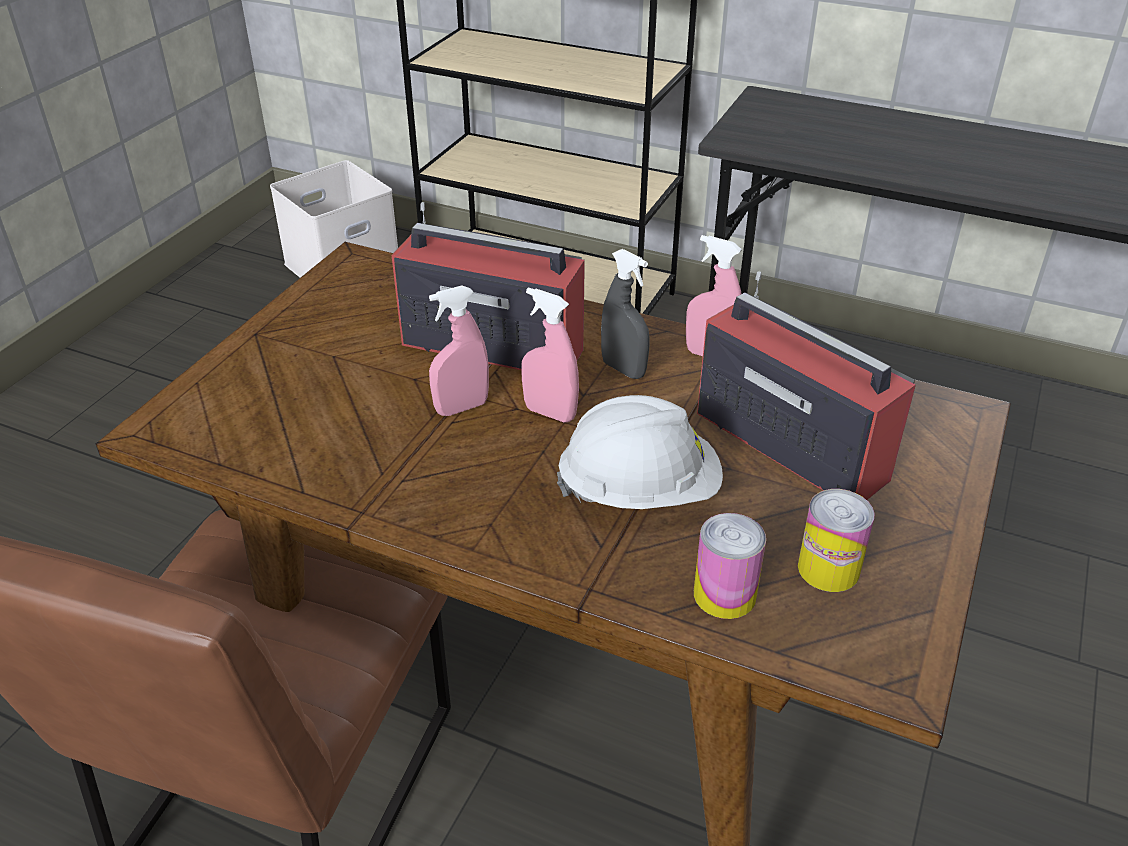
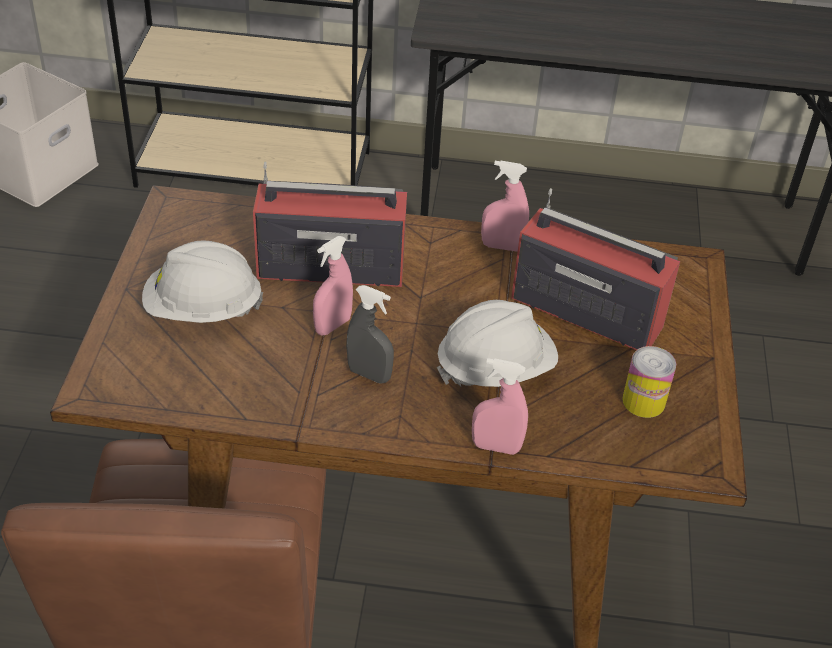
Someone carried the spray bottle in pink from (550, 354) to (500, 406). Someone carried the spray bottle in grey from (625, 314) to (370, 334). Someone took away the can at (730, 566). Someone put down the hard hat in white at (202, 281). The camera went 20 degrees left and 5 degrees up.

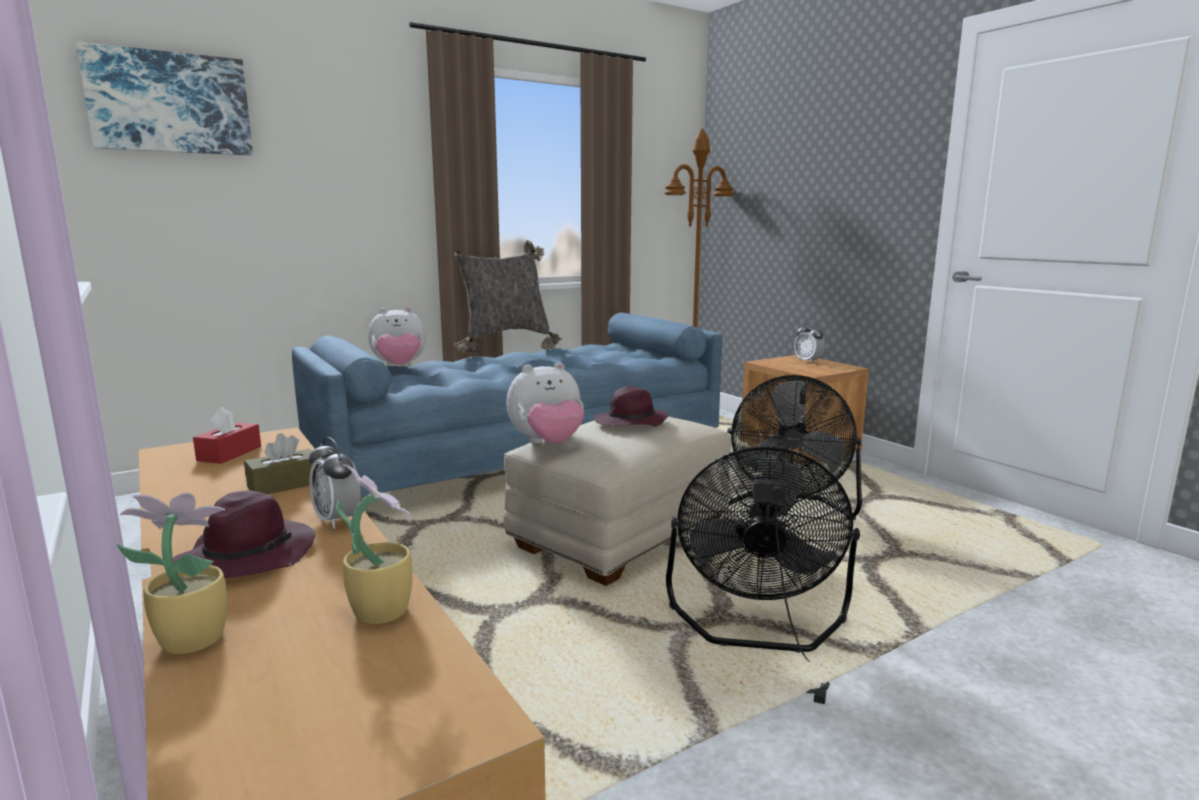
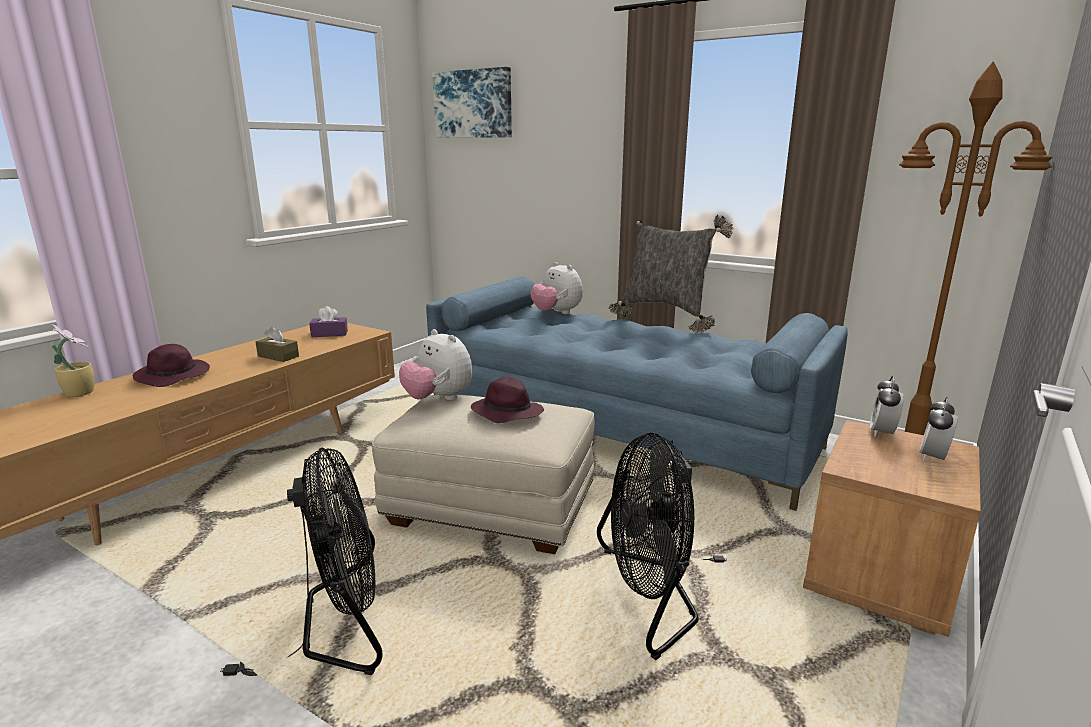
Someone repainted the tissue box in red at (227, 435), which became the tissue box in purple at (328, 321). Someone carried the alarm clock from (335, 483) to (887, 406). Someone took away the potted plant at (375, 544). The camera went 65 degrees right and 5 degrees up.

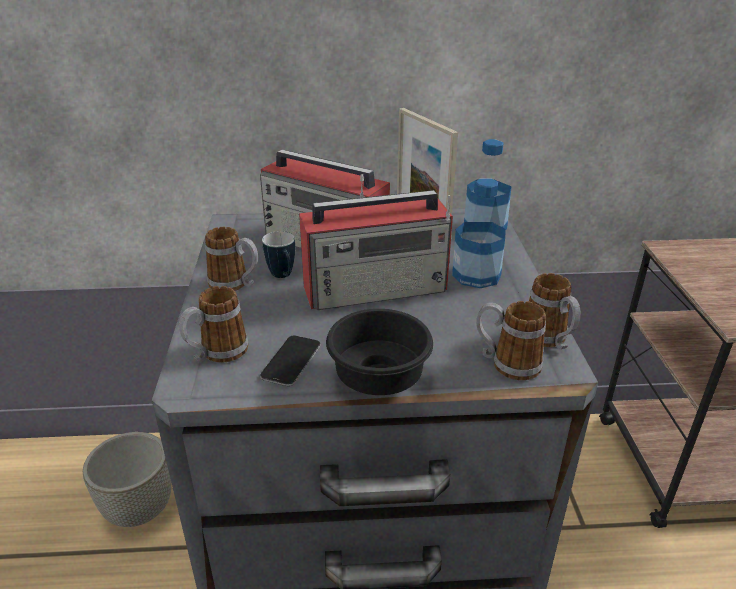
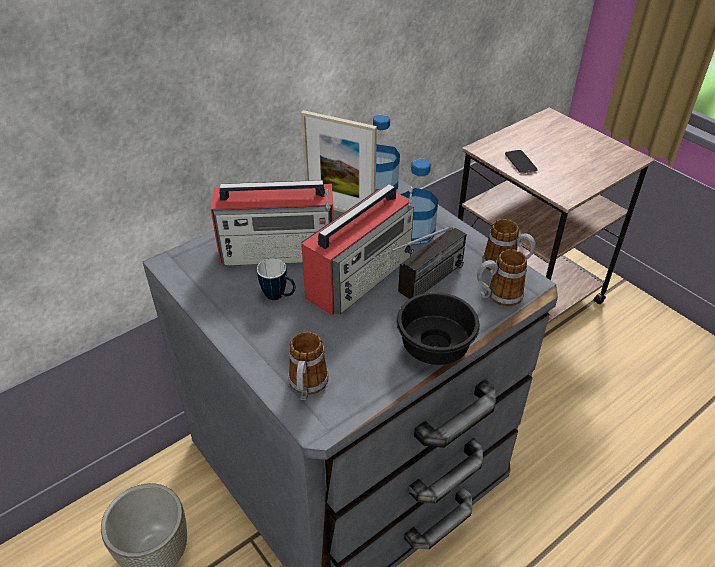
Someone took away the mug at (231, 259). Someone carried the phone from (290, 361) to (521, 162). Someone put down the radio at (418, 262). The camera went 35 degrees left and 10 degrees up.

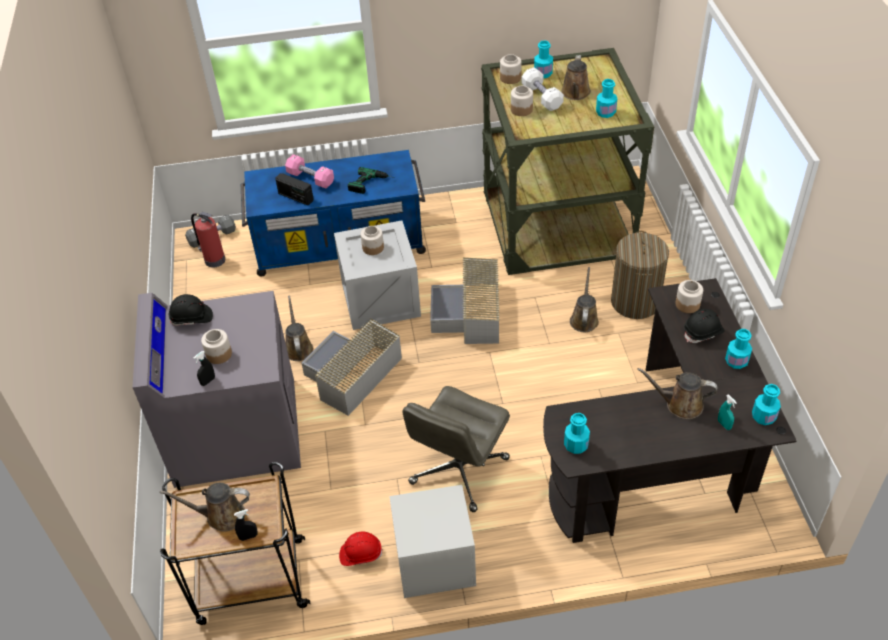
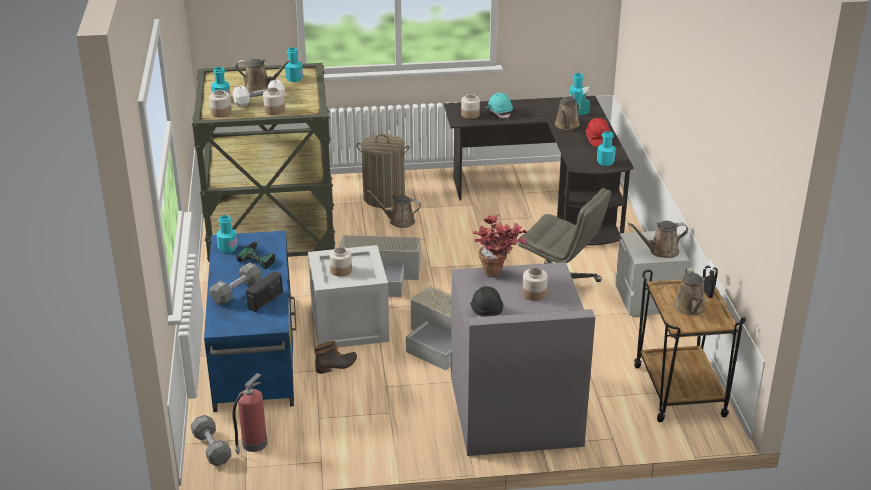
Someone took away the spray bottle in black at (204, 368). Someone repainted the dumbbell in pink at (309, 171), which became the dumbbell in grey at (236, 283). Someone carried the watering can in brown from (299, 328) to (658, 239). Someone carried the hard hat in red from (361, 549) to (597, 132). Someone repainted the hard hat in black at (704, 326), which became the hard hat in turquoise at (499, 105). Someone carried the bottle in turquoise from (738, 349) to (227, 234). Someone put down the boot at (335, 357). Someone put down the potted plant at (500, 246). The camera went 90 degrees left and 15 degrees down.

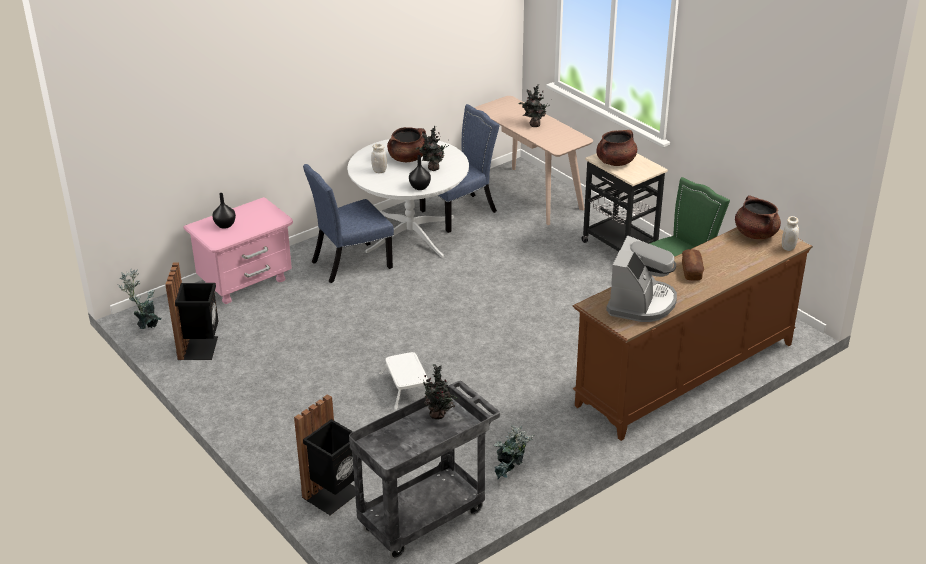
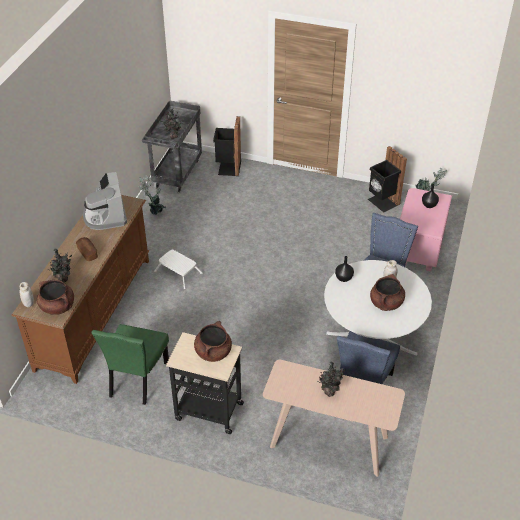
Someone carried the step ladder in white from (403, 381) to (178, 269). Someone carried the potted plant from (432, 148) to (59, 265). The camera went 145 degrees right and 10 degrees up.

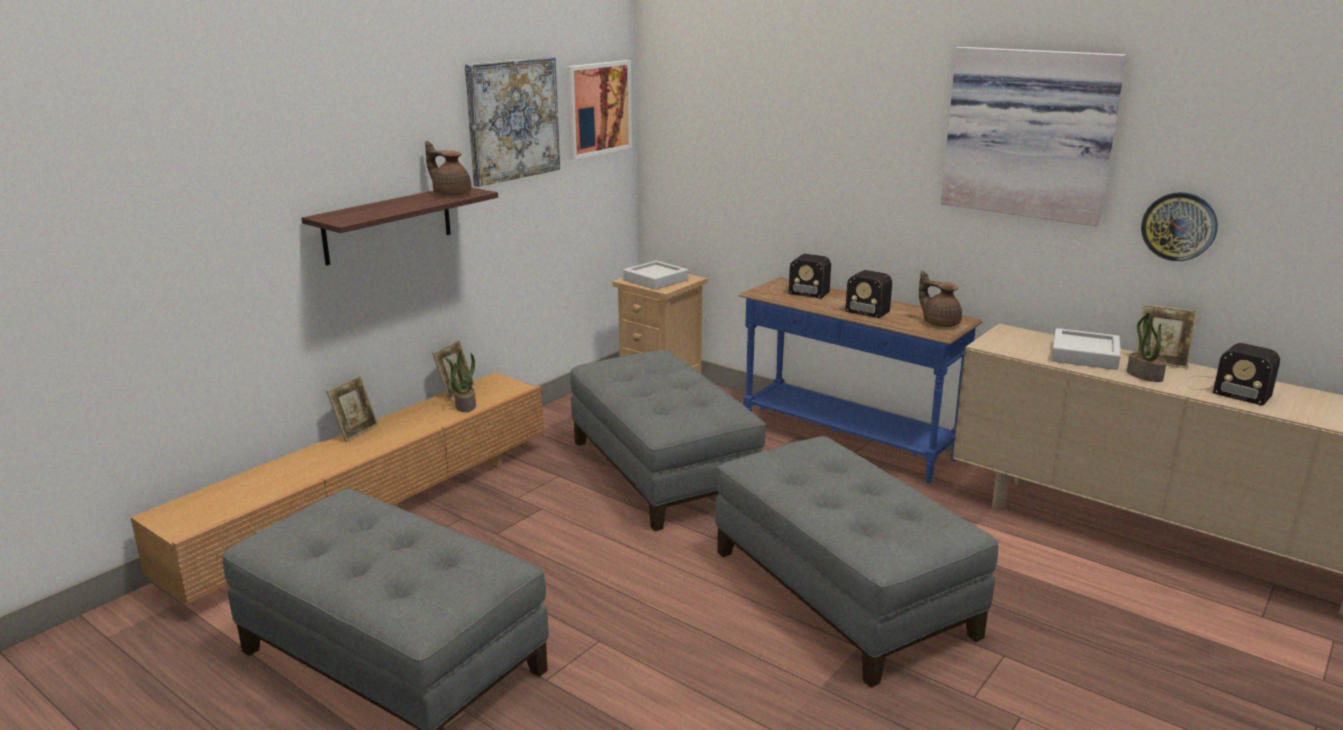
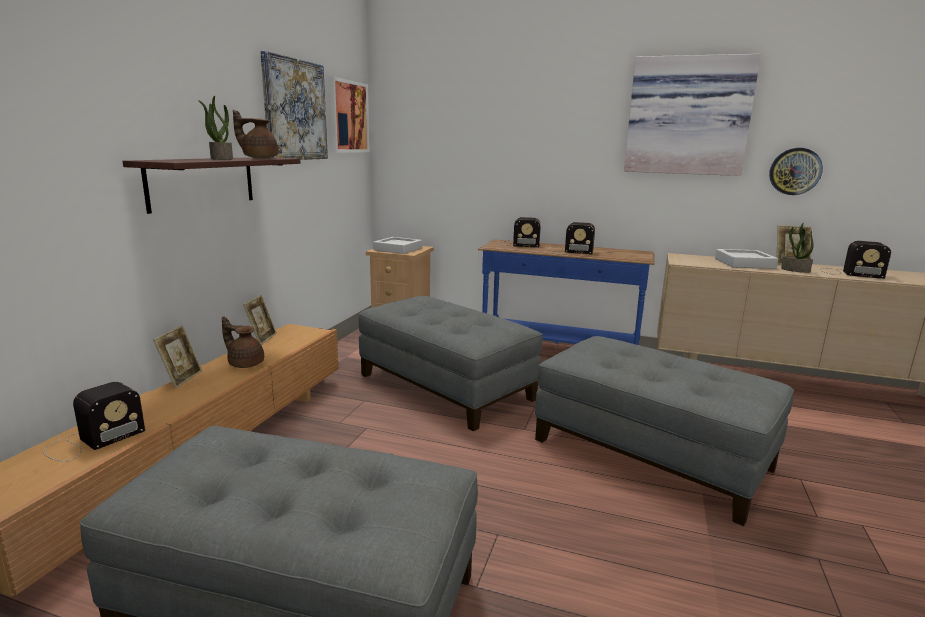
Someone carried the potted plant from (460, 381) to (215, 128). Someone carried the teapot in brown from (940, 298) to (243, 342). Someone put down the radio at (94, 422). The camera went 20 degrees left and 5 degrees down.

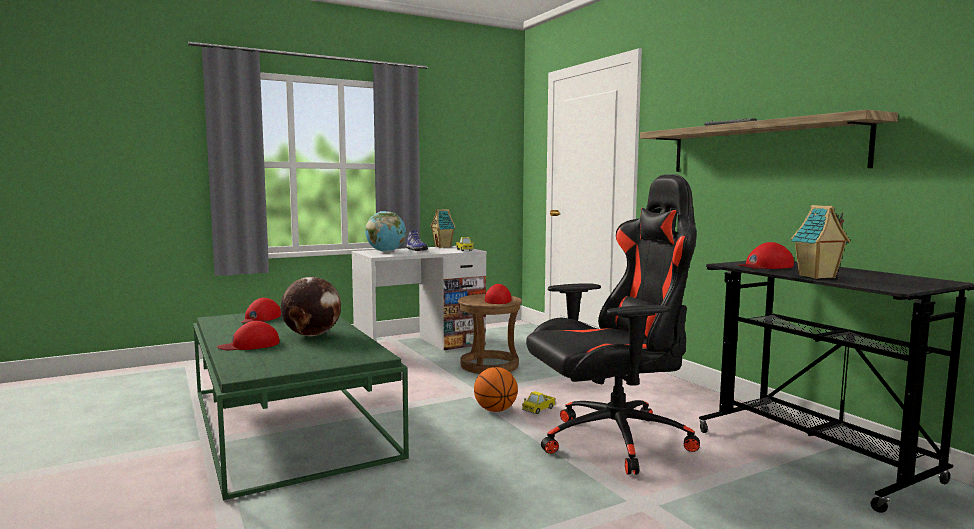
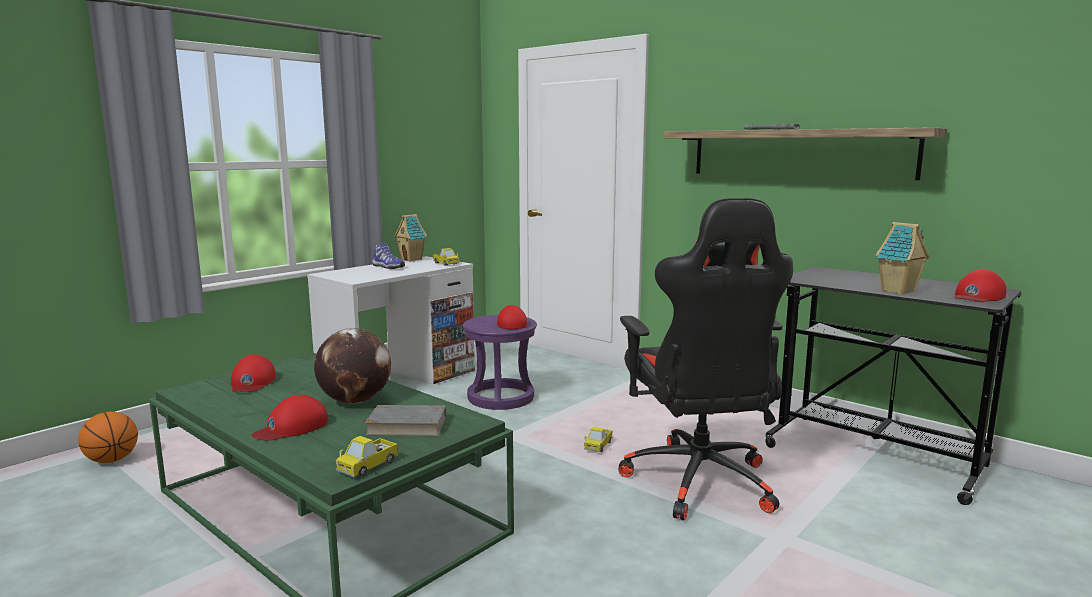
Someone took away the globe at (385, 231). Someone repainted the stool in brown at (490, 334), which became the stool in purple at (500, 362). Someone carried the basketball from (496, 389) to (108, 437). Someone rotated the office chair in black at (613, 324) by 120 degrees clockwise. Someone carried the cap in red from (766, 255) to (980, 285). Someone put down the toy truck at (367, 456). Someone put down the book in grey at (404, 420). The camera went 20 degrees left and 5 degrees up.

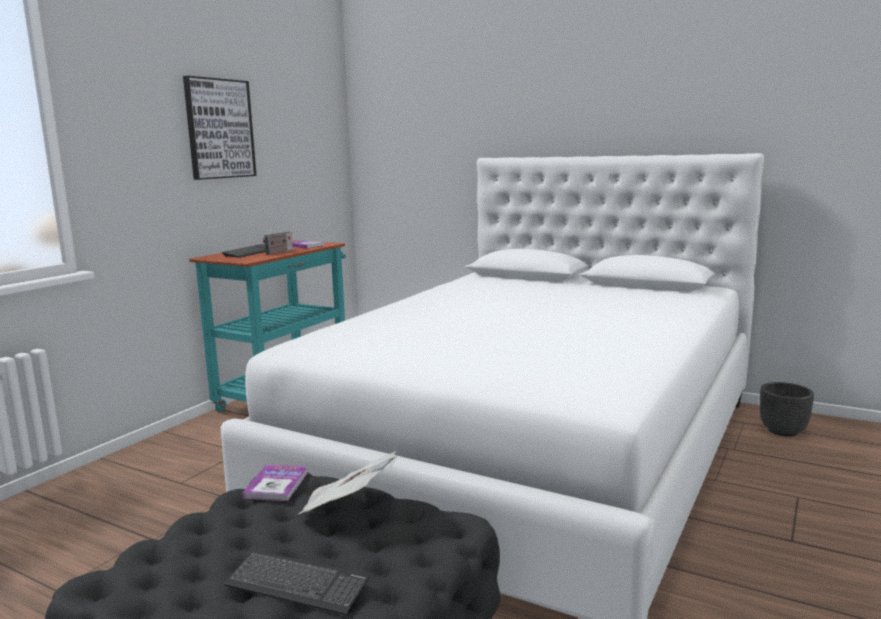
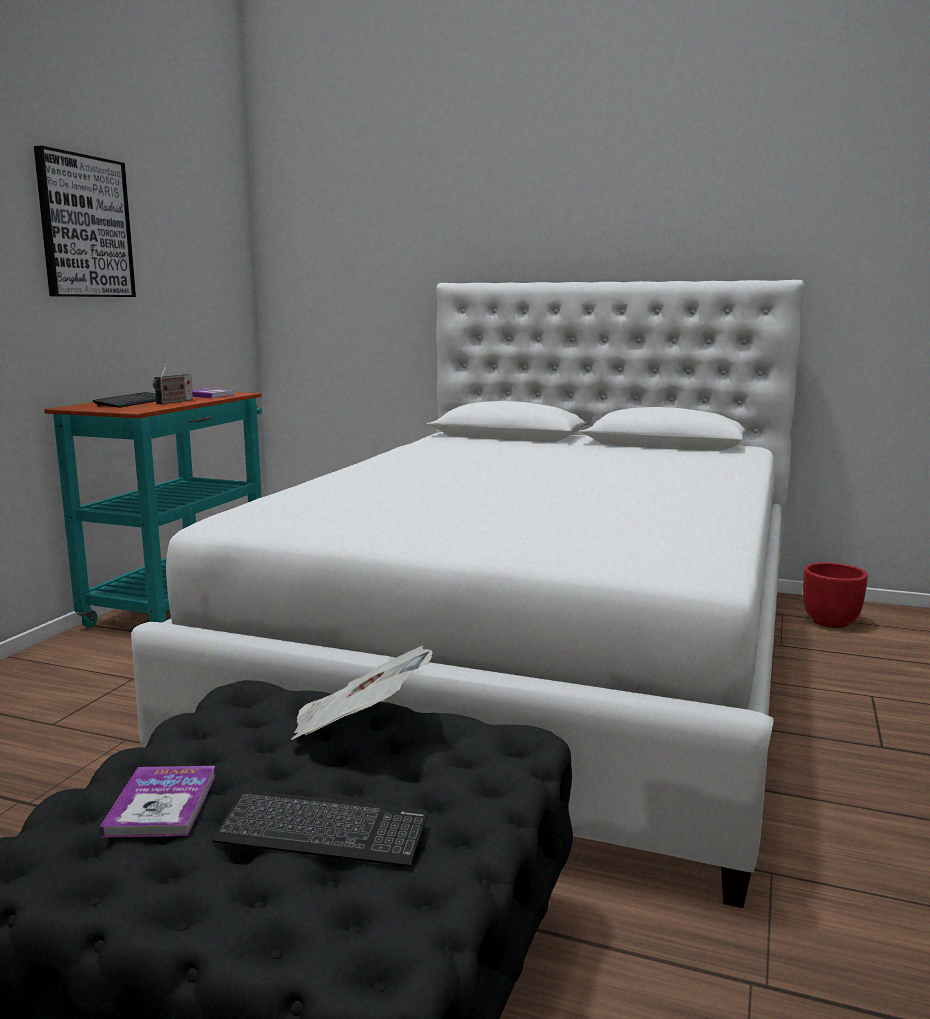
Someone carried the book from (275, 483) to (158, 802). Someone repainted the planter in black at (787, 409), which became the planter in red at (835, 595). The camera went 10 degrees left and 0 degrees up.

